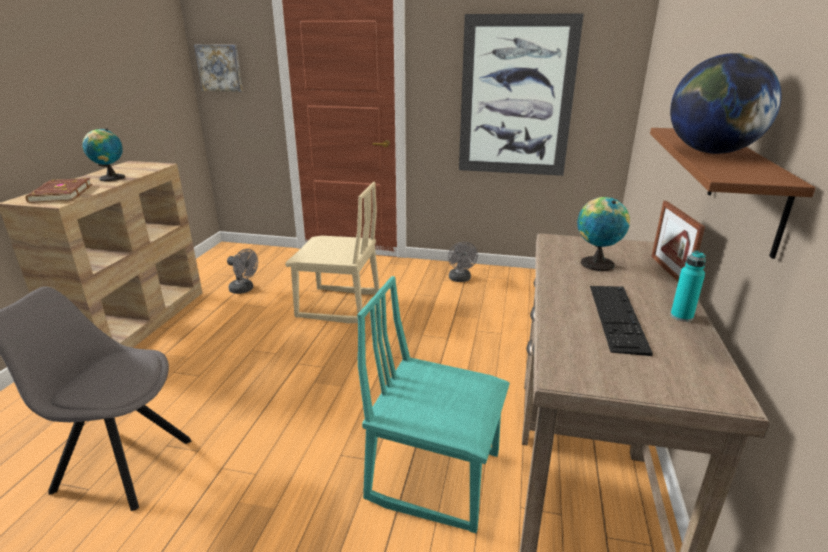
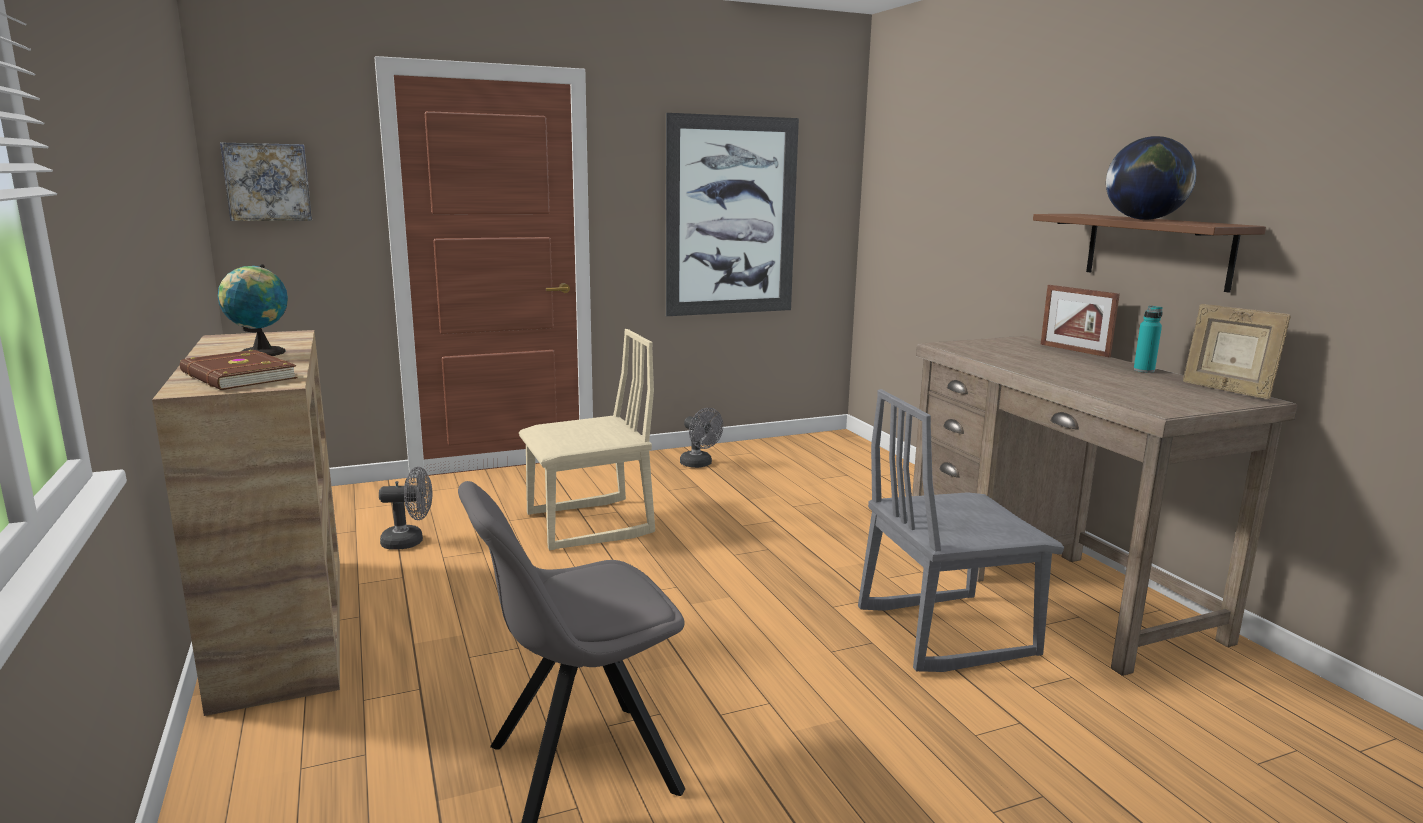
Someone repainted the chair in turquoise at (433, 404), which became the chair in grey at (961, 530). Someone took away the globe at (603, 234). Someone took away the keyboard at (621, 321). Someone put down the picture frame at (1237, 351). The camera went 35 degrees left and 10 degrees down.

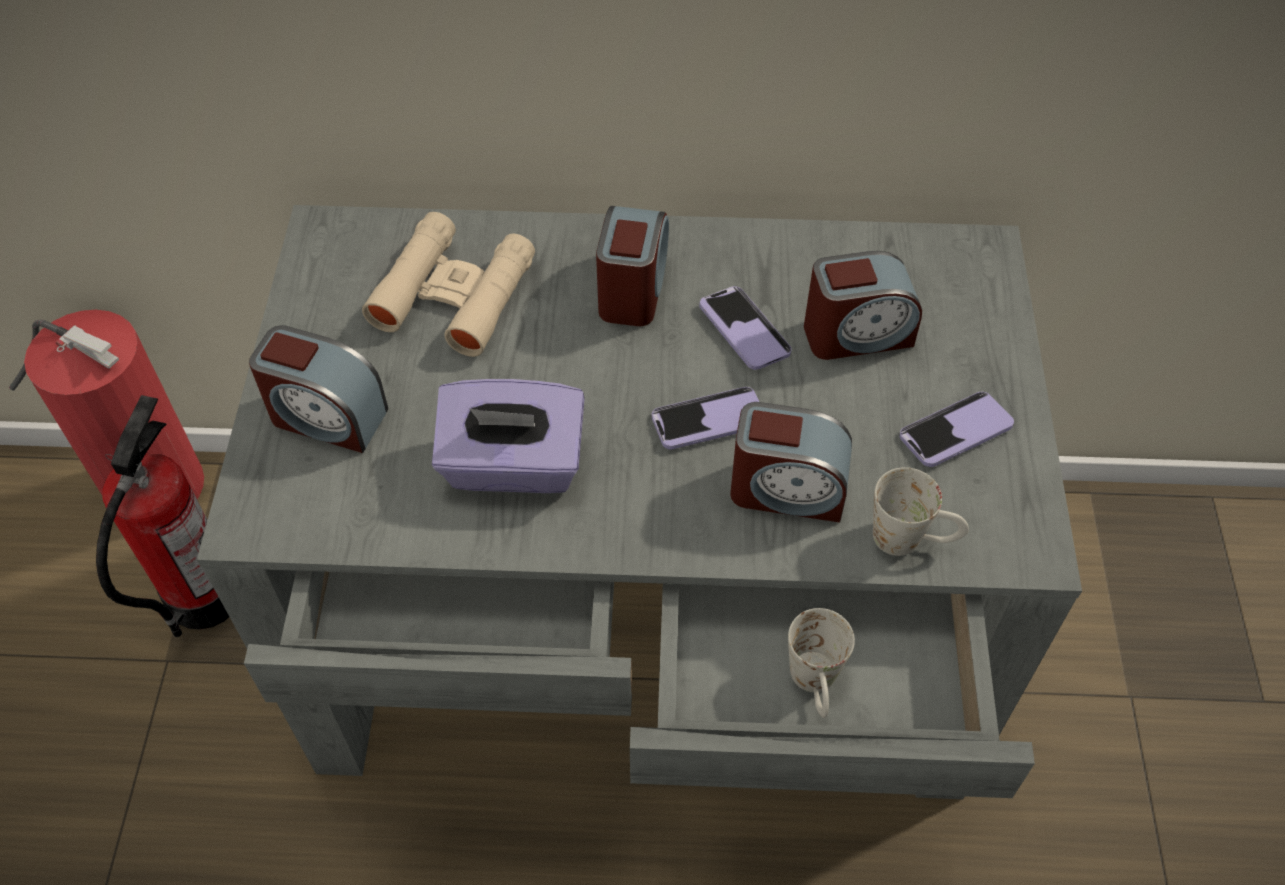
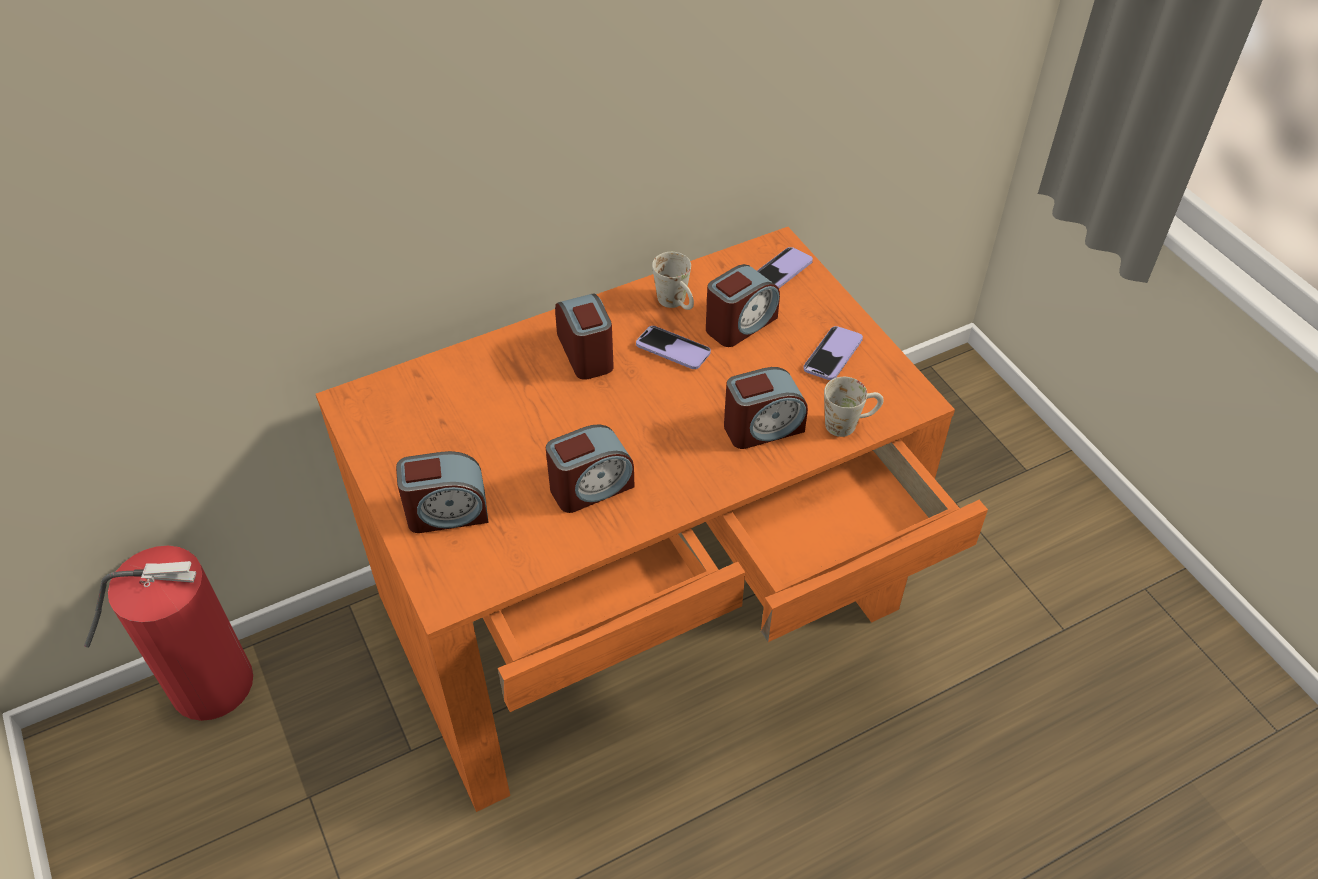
Someone took away the fire extinguisher at (162, 516). Someone repainted the desk in grey at (639, 502), which became the desk in orange at (652, 519). Someone took away the binoculars in beige at (448, 284). Someone swapped the tissue box in purple at (508, 436) for the alarm clock at (590, 468). Someone carried the phone from (705, 418) to (785, 267). Someone carried the mug in white from (821, 663) to (673, 281). The camera went 30 degrees left and 5 degrees down.

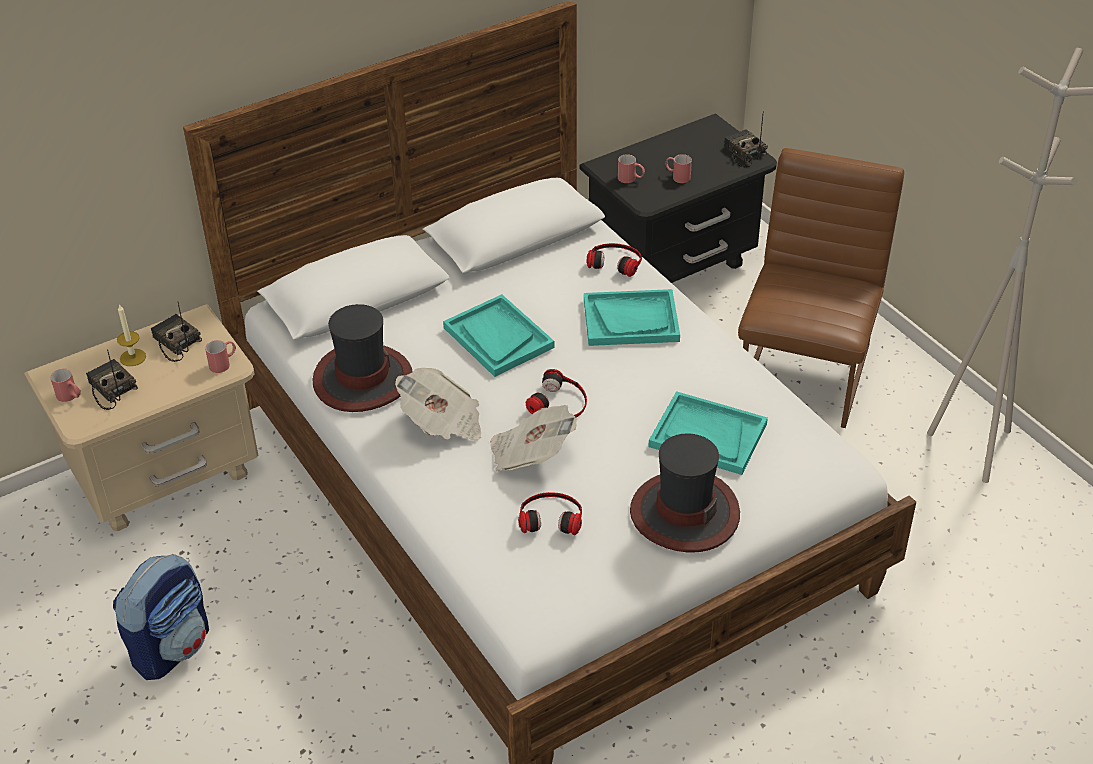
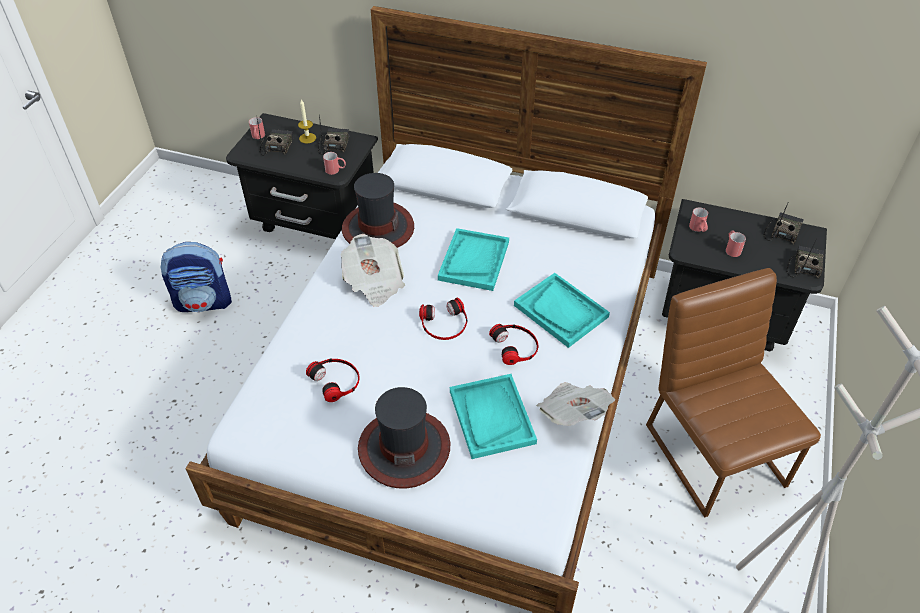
Someone repainted the nightstand in beige at (141, 417), which became the nightstand in black at (302, 176). Someone carried the newspaper from (533, 438) to (575, 404). Someone carried the headphones from (614, 260) to (513, 344). Someone rotated the chair in brown at (821, 288) by 90 degrees counterclockwise. Someone put down the radio at (784, 222). The camera went 50 degrees right and 5 degrees up.

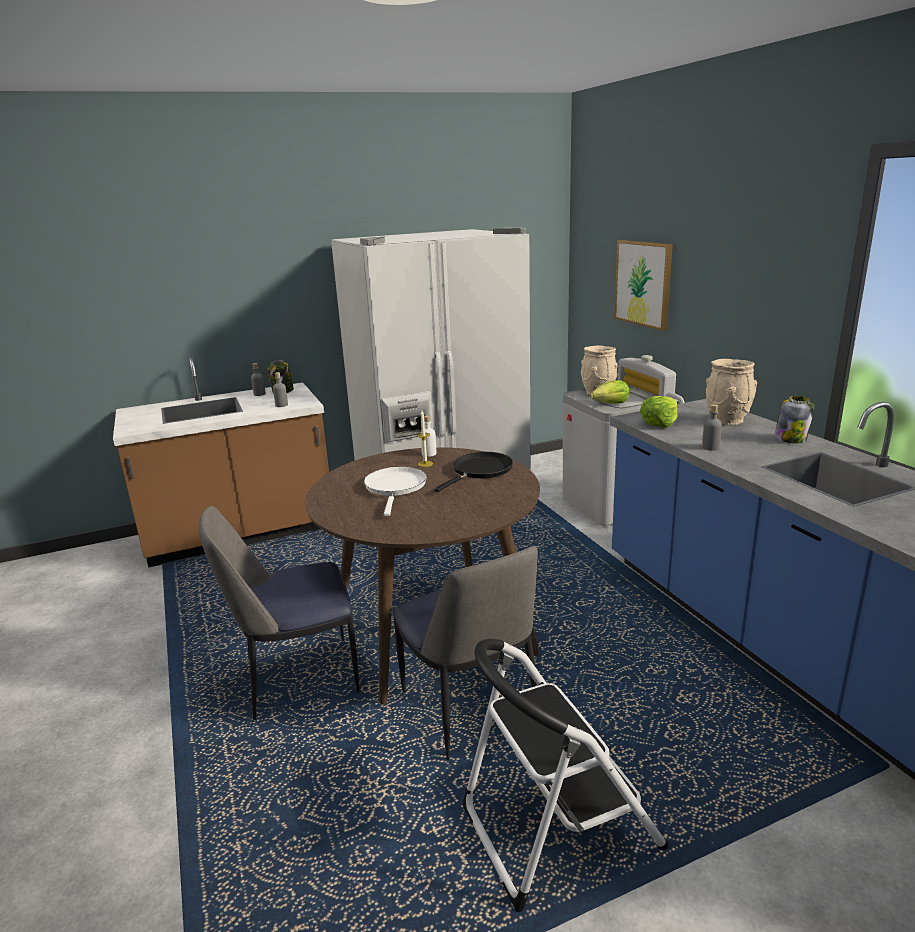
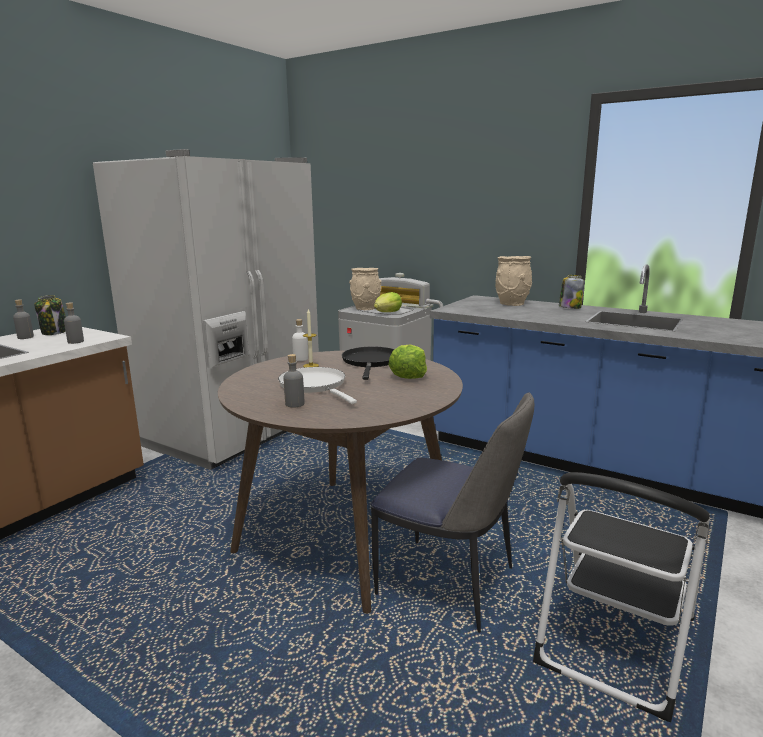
Someone took away the chair at (278, 613). Someone took away the picture at (643, 285). Someone carried the lettuce from (659, 411) to (407, 362). Someone carried the bottle in grey from (712, 427) to (294, 381). The camera went 35 degrees left and 5 degrees down.

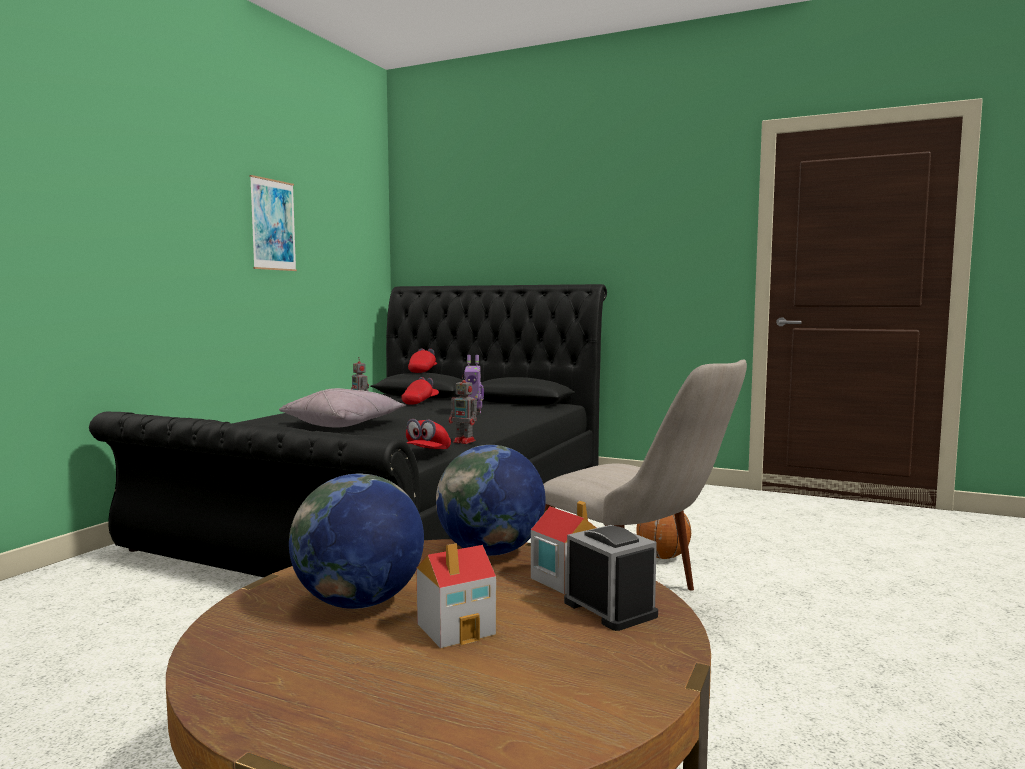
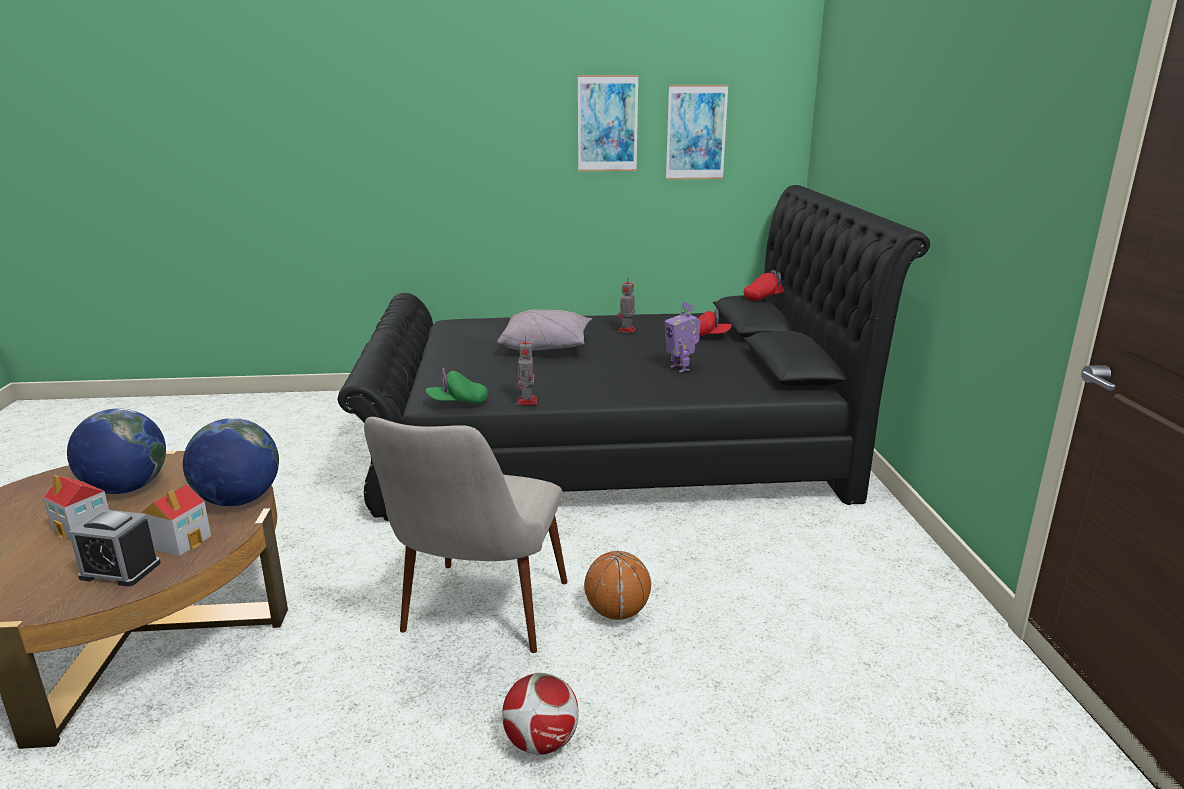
Someone repainted the cap in red at (428, 434), which became the cap in green at (457, 386). Someone rotated the alarm clock at (611, 578) by 75 degrees clockwise. Someone put down the football at (540, 714). Someone put up the picture at (697, 132). The camera went 60 degrees right and 15 degrees up.

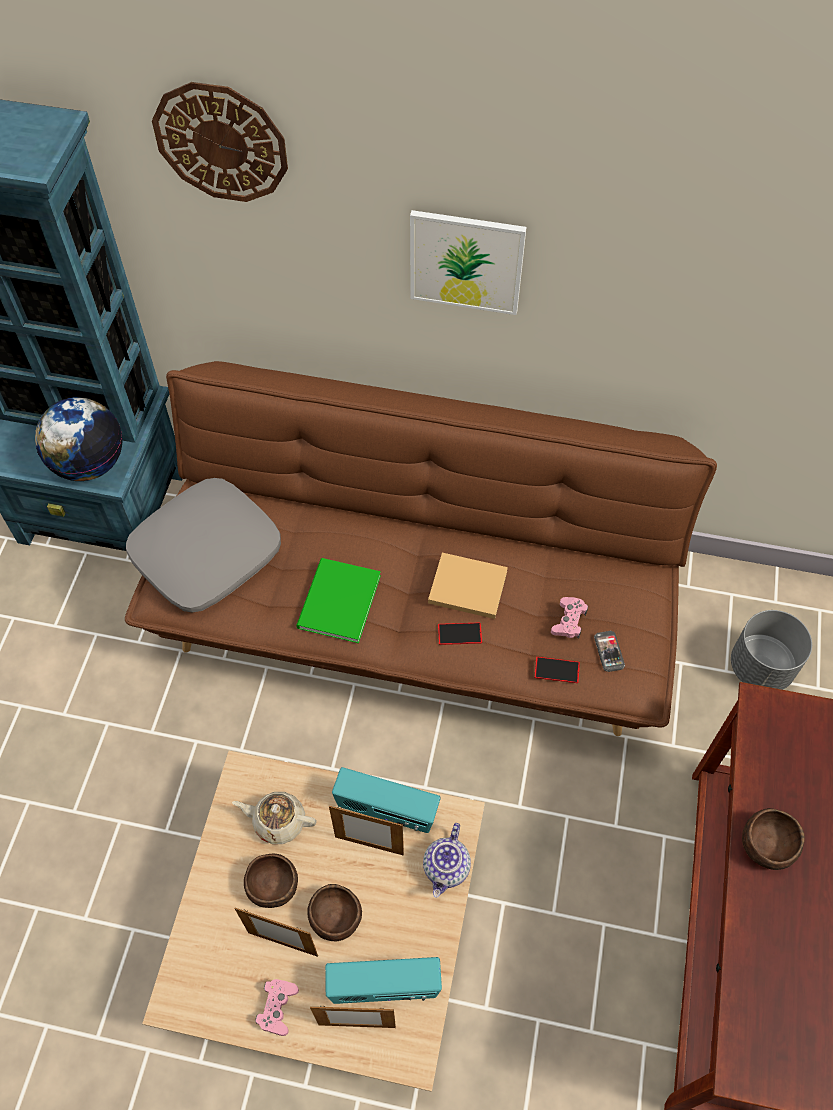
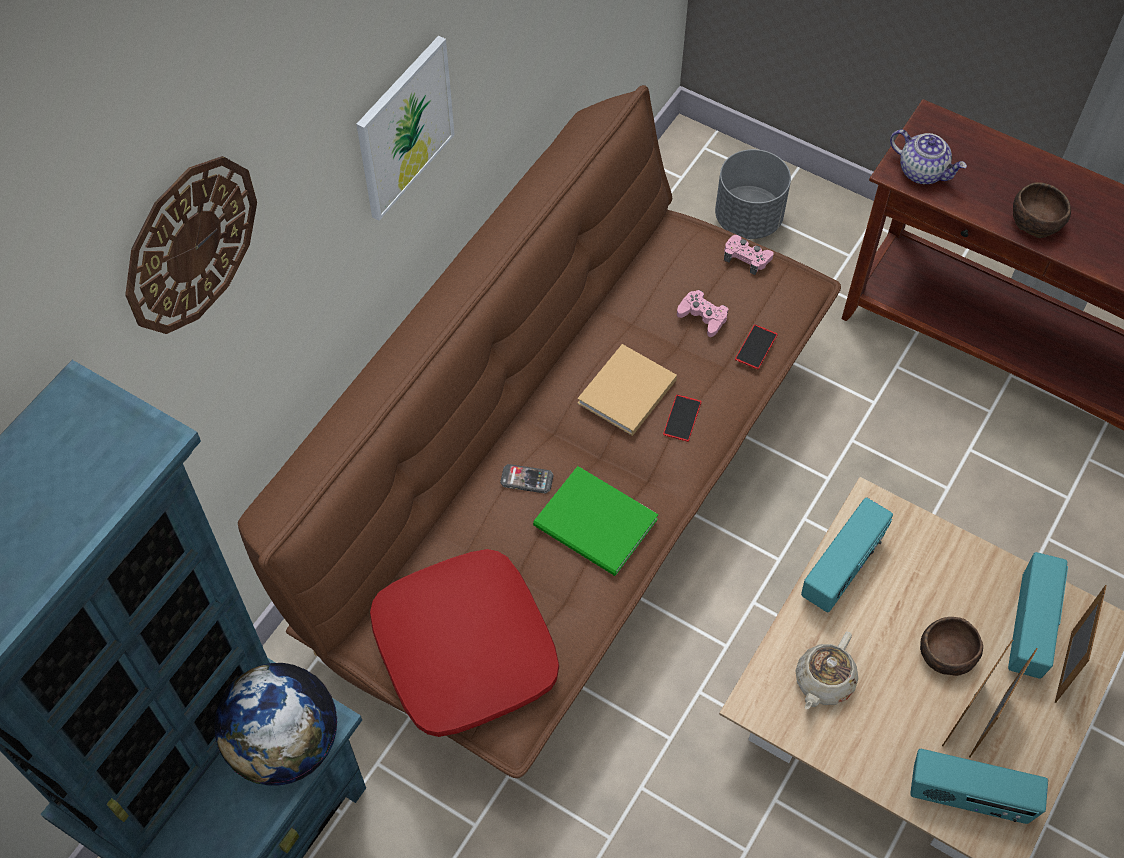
Someone repainted the pillow in grey at (203, 545), which became the pillow in red at (464, 643). Someone took away the bowl in brown at (271, 881). Someone carried the game controller in pink from (277, 1007) to (749, 255). Someone carried the picture frame from (366, 831) to (1003, 702). Someone carried the teapot from (447, 860) to (928, 157). Someone carried the phone from (609, 651) to (526, 478). Someone put down the radio at (979, 786). The camera went 70 degrees left and 0 degrees up.

